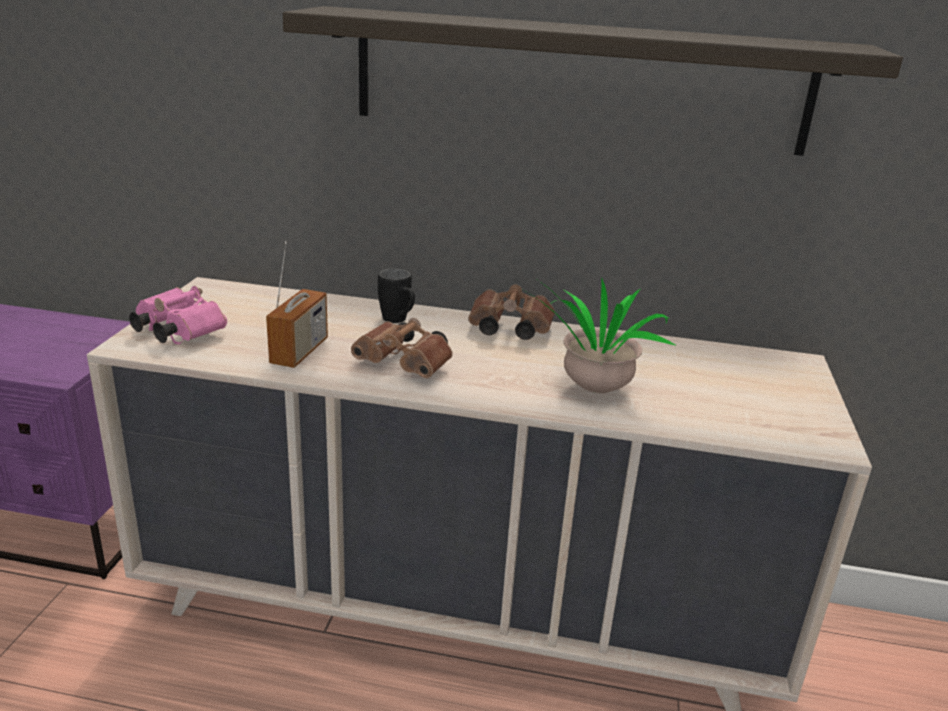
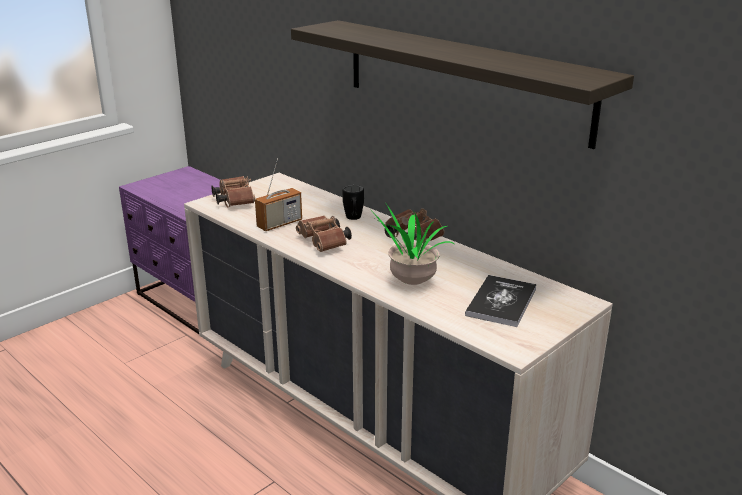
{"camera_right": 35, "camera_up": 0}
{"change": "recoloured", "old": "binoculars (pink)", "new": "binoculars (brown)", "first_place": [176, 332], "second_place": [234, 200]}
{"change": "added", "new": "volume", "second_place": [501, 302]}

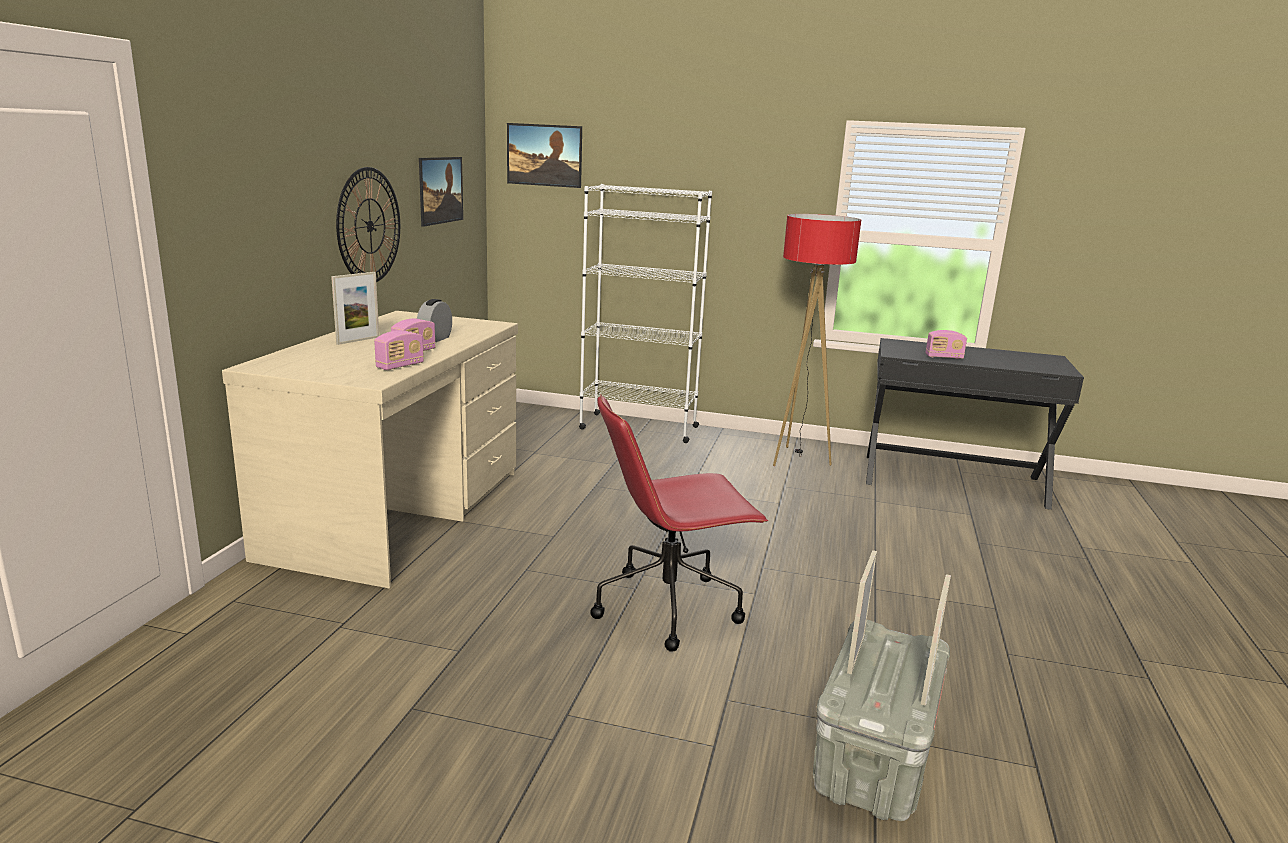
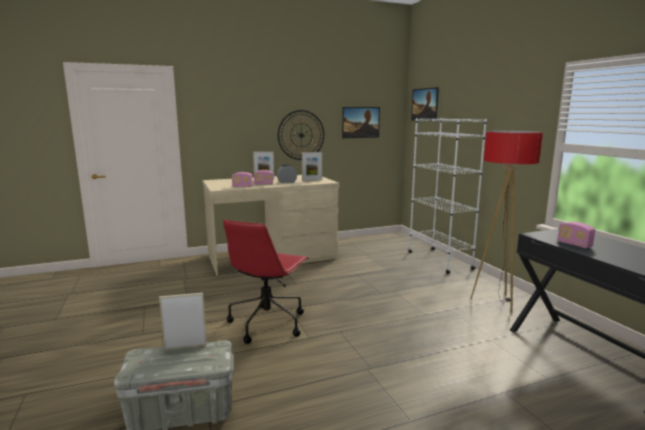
{"camera_right": 55, "camera_up": -5}
{"change": "turned", "old": "desk chair (red)", "first_place": [669, 607], "second_place": [267, 323], "degrees": -105}
{"change": "moved", "old": "standing frame", "first_place": [927, 683], "second_place": [312, 180]}

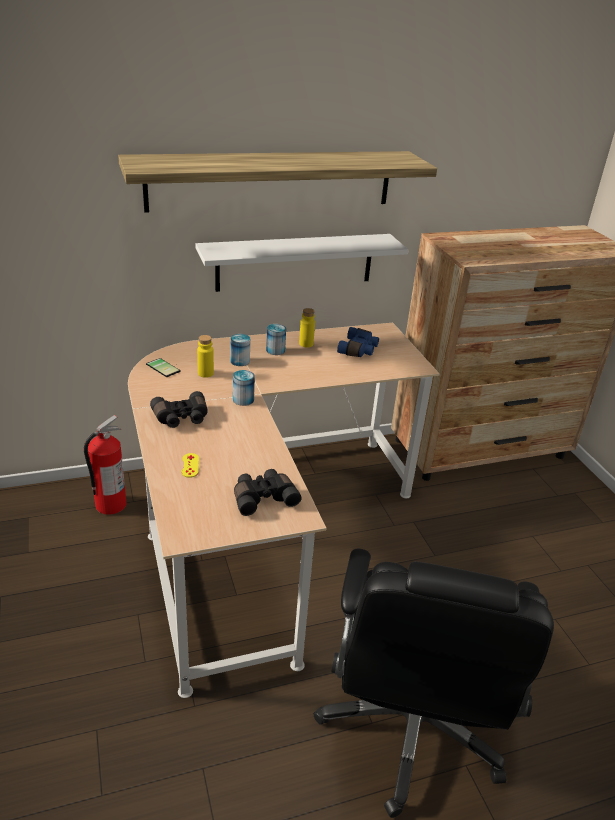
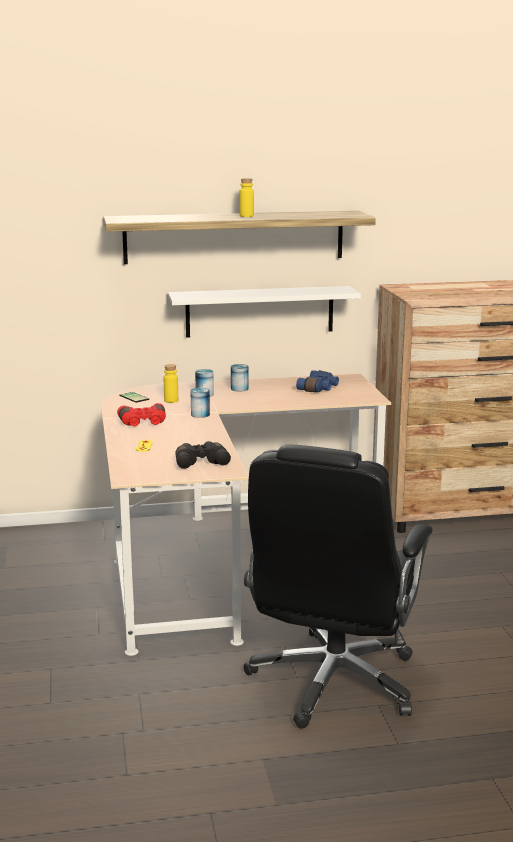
{"camera_right": 10, "camera_up": -15}
{"change": "moved", "old": "bottle (yellowish)", "first_place": [306, 344], "second_place": [246, 216]}
{"change": "recoloured", "old": "binoculars (black-coloured)", "new": "binoculars (red)", "first_place": [181, 418], "second_place": [143, 423]}
{"change": "removed", "old": "fire extinguisher", "first_place": [110, 505]}

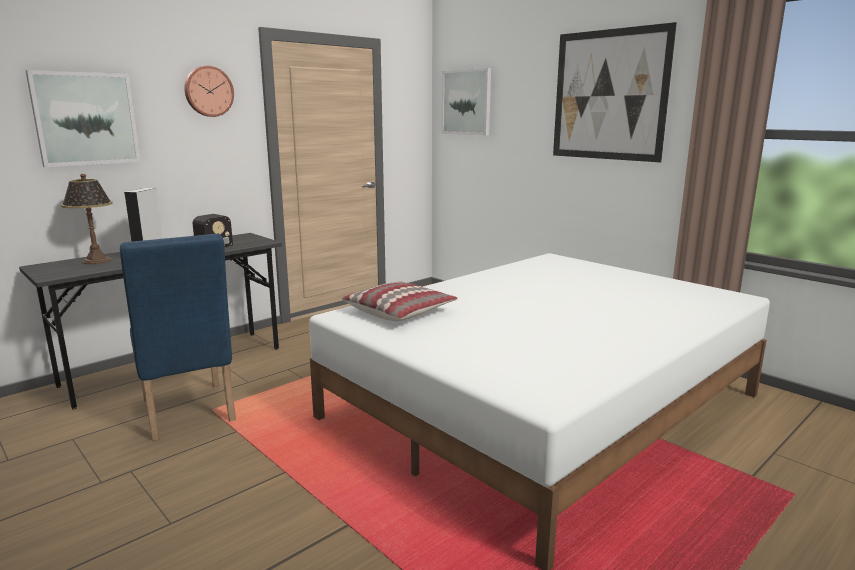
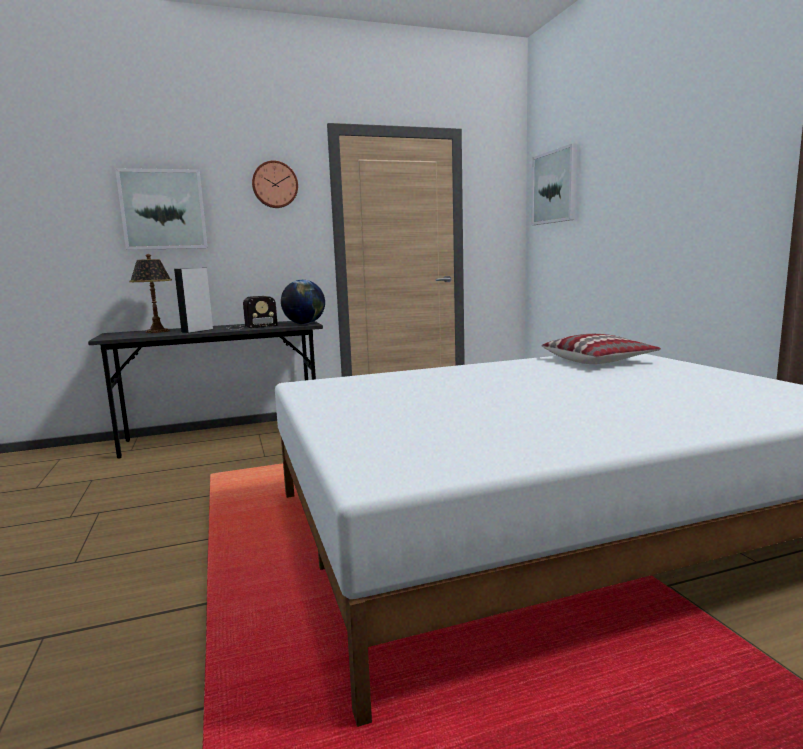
{"camera_right": 25, "camera_up": -5}
{"change": "removed", "old": "picture", "first_place": [609, 95]}
{"change": "removed", "old": "upright chair (bluish)", "first_place": [188, 414]}
{"change": "moved", "old": "throw pillow", "first_place": [400, 311], "second_place": [598, 360]}
{"change": "added", "new": "desk globe", "second_place": [304, 324]}

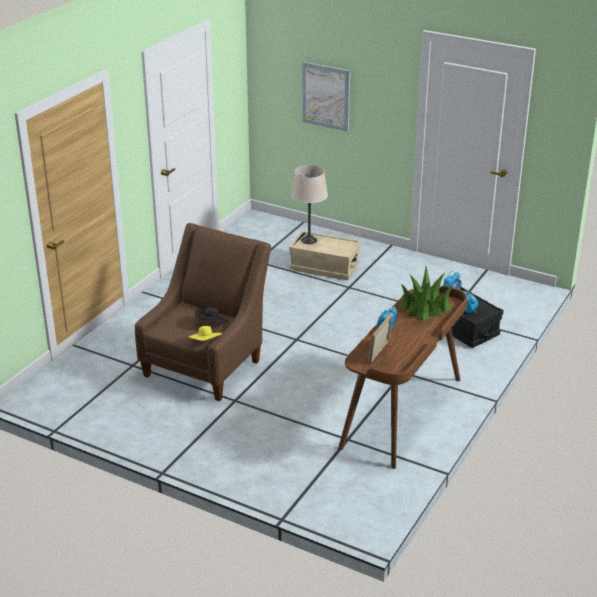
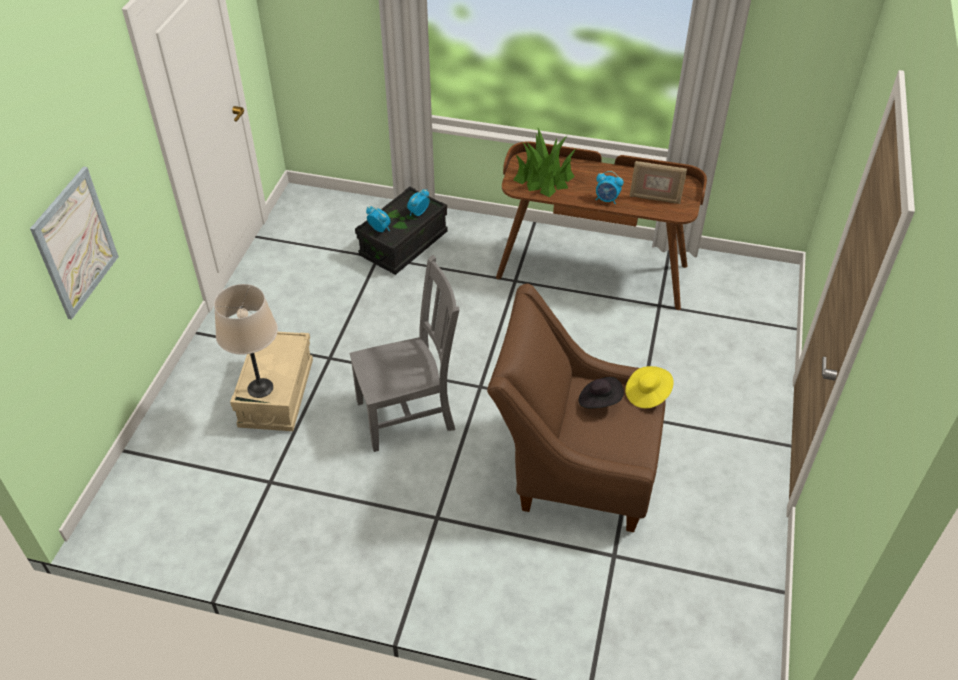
{"camera_right": -105, "camera_up": 15}
{"change": "added", "new": "upright chair (greyish)", "second_place": [409, 414]}

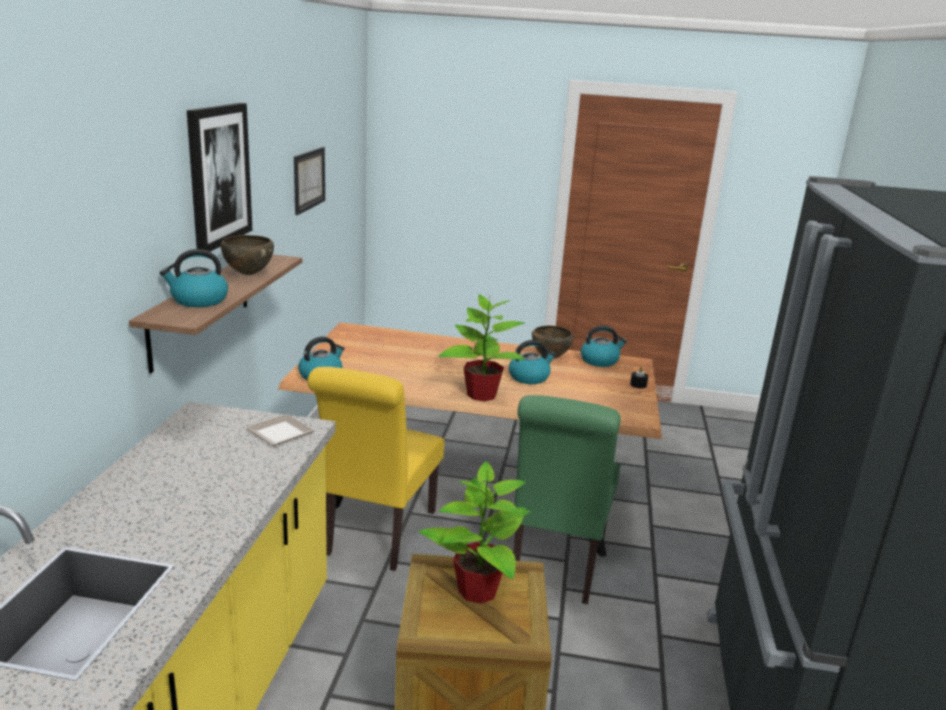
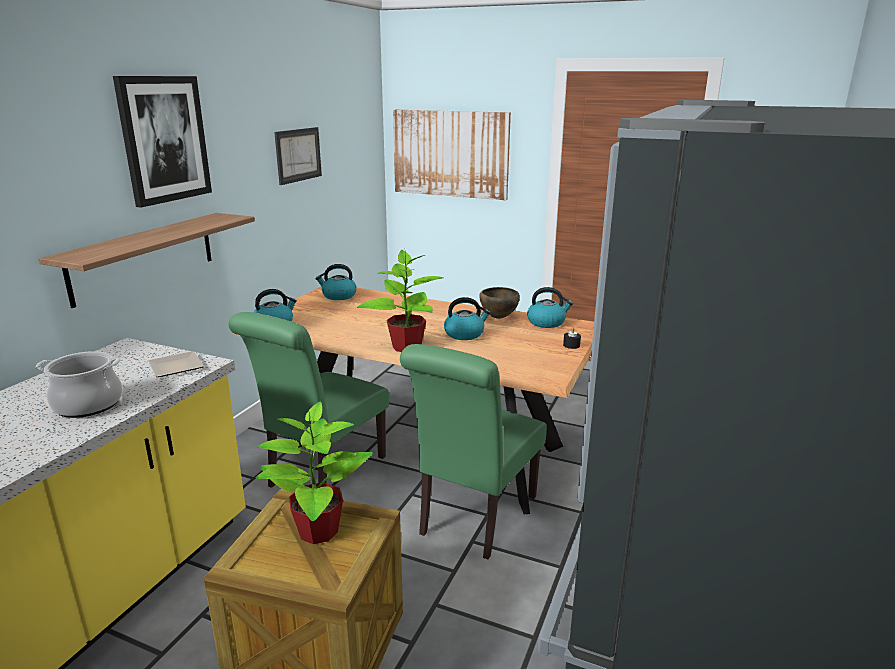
{"camera_right": 15, "camera_up": 0}
{"change": "removed", "old": "deep dish (brown)", "first_place": [248, 274]}
{"change": "moved", "old": "water kettle", "first_place": [198, 300], "second_place": [338, 296]}
{"change": "recoloured", "old": "upright chair (yellowish)", "new": "upright chair (greenish)", "first_place": [377, 536], "second_place": [322, 474]}
{"change": "added", "new": "picture", "second_place": [450, 154]}
{"change": "added", "new": "cooking pot", "second_place": [88, 404]}

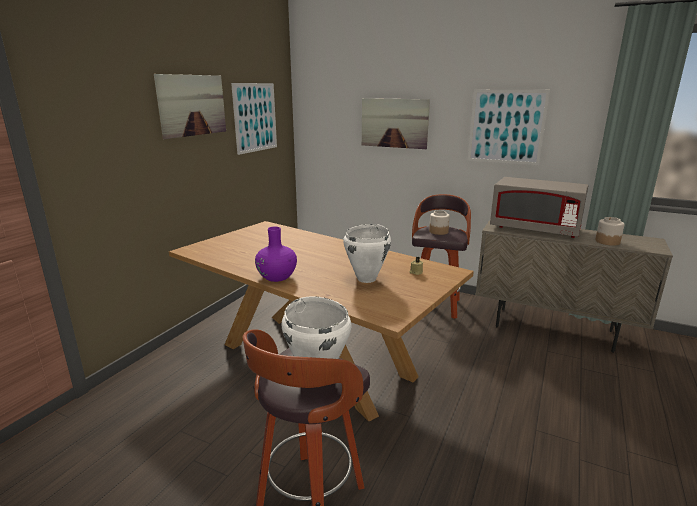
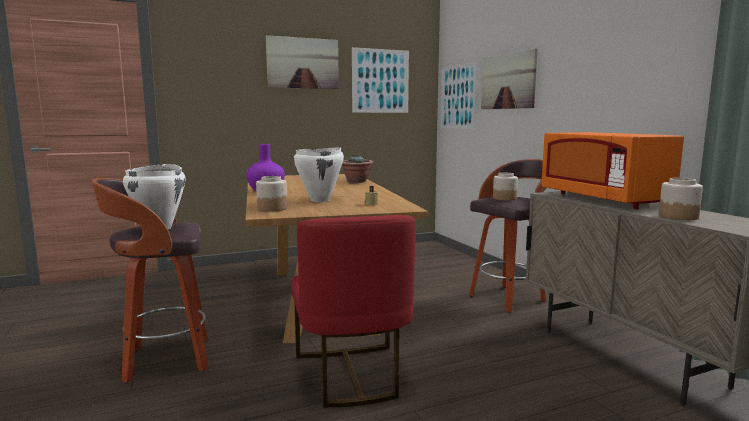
{"camera_right": 40, "camera_up": -10}
{"change": "moved", "old": "picture", "first_place": [506, 127], "second_place": [458, 97]}
{"change": "recoloured", "old": "microwave (greyish)", "new": "microwave (orange-coloured)", "first_place": [535, 229], "second_place": [603, 199]}
{"change": "added", "new": "houseplant", "second_place": [356, 181]}
{"change": "added", "new": "jar", "second_place": [271, 209]}
{"change": "added", "new": "upright chair (red)", "second_place": [351, 375]}

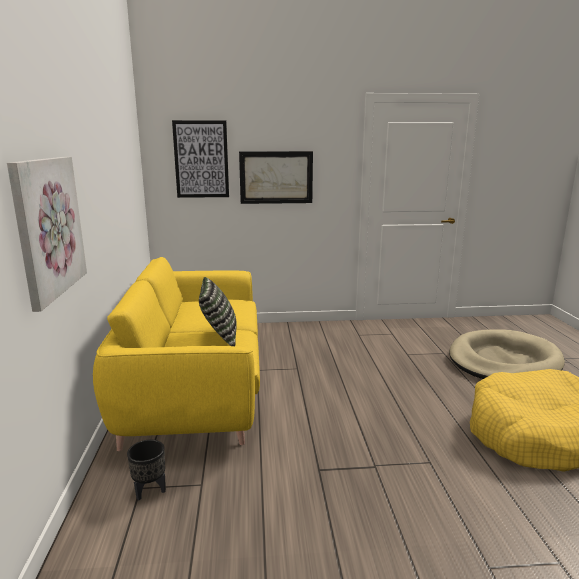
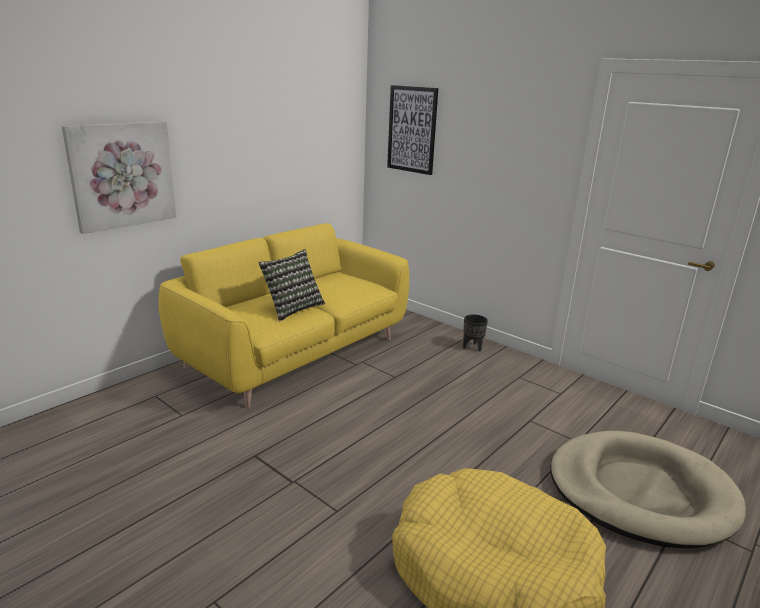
{"camera_right": 45, "camera_up": 5}
{"change": "removed", "old": "picture", "first_place": [276, 177]}
{"change": "moved", "old": "plant pot (black-coloured)", "first_place": [150, 490], "second_place": [473, 347]}

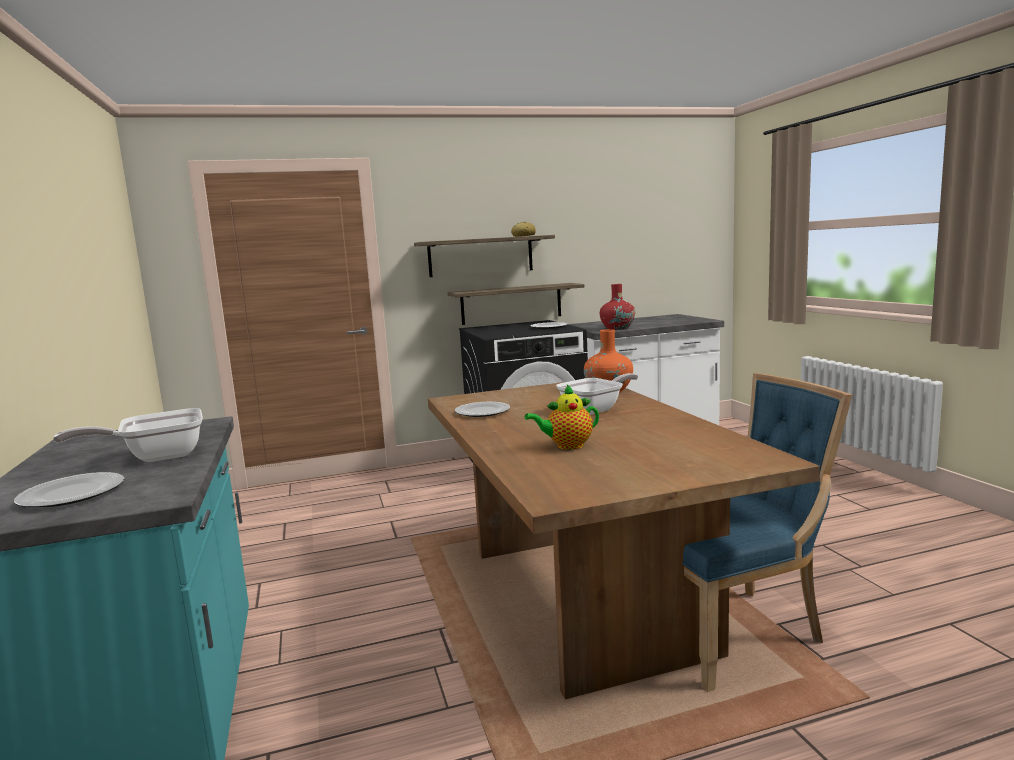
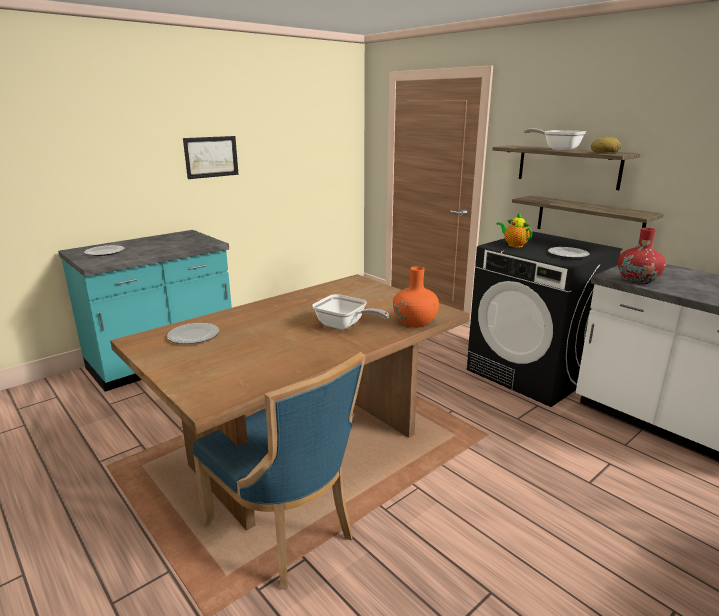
{"camera_right": 65, "camera_up": 10}
{"change": "moved", "old": "pot for tea", "first_place": [567, 446], "second_place": [514, 245]}
{"change": "moved", "old": "dinner plate", "first_place": [483, 411], "second_place": [194, 335]}
{"change": "moved", "old": "skillet", "first_place": [156, 457], "second_place": [558, 149]}
{"change": "added", "new": "picture", "second_place": [211, 157]}

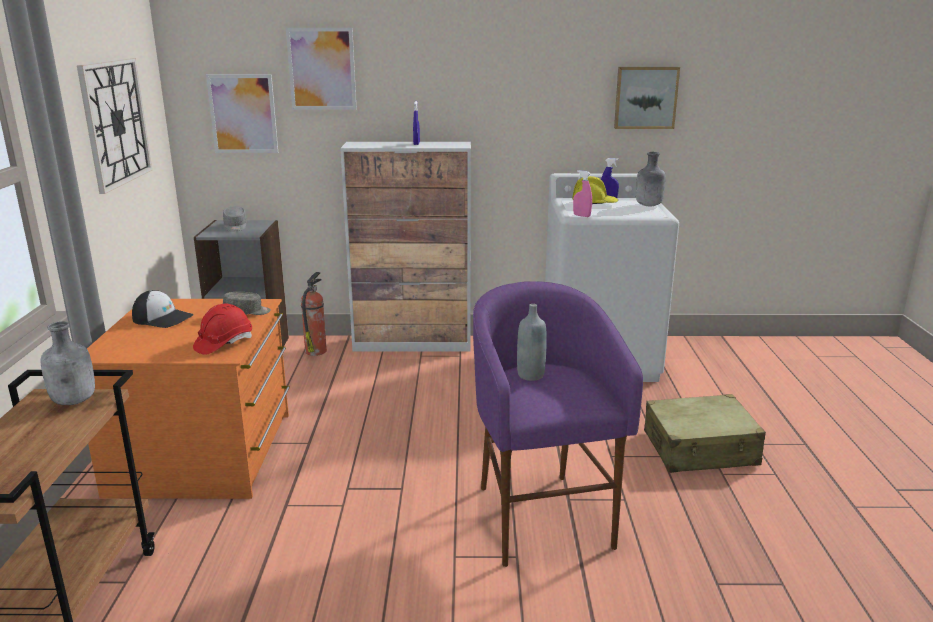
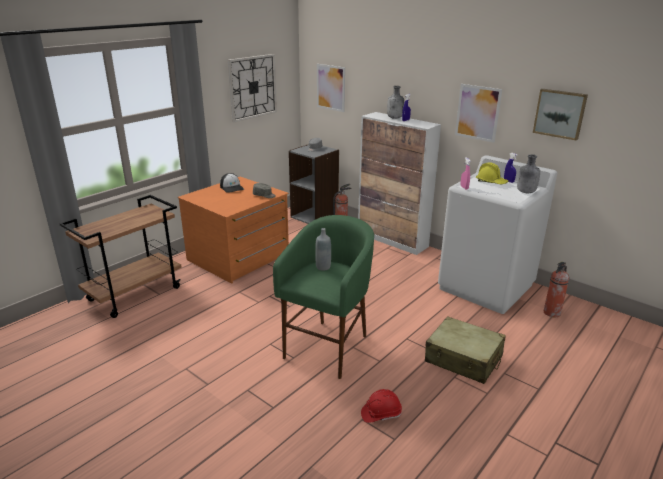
{"camera_right": 40, "camera_up": 5}
{"change": "moved", "old": "picture", "first_place": [322, 69], "second_place": [478, 112]}
{"change": "recoloured", "old": "stool seat (purple-coloured)", "new": "stool seat (greenish)", "first_place": [540, 517], "second_place": [328, 347]}
{"change": "moved", "old": "safety helmet (red)", "first_place": [224, 343], "second_place": [381, 414]}
{"change": "moved", "old": "bottle (greyish)", "first_place": [75, 401], "second_place": [395, 118]}
{"change": "added", "new": "fire extinguisher", "second_place": [551, 313]}

